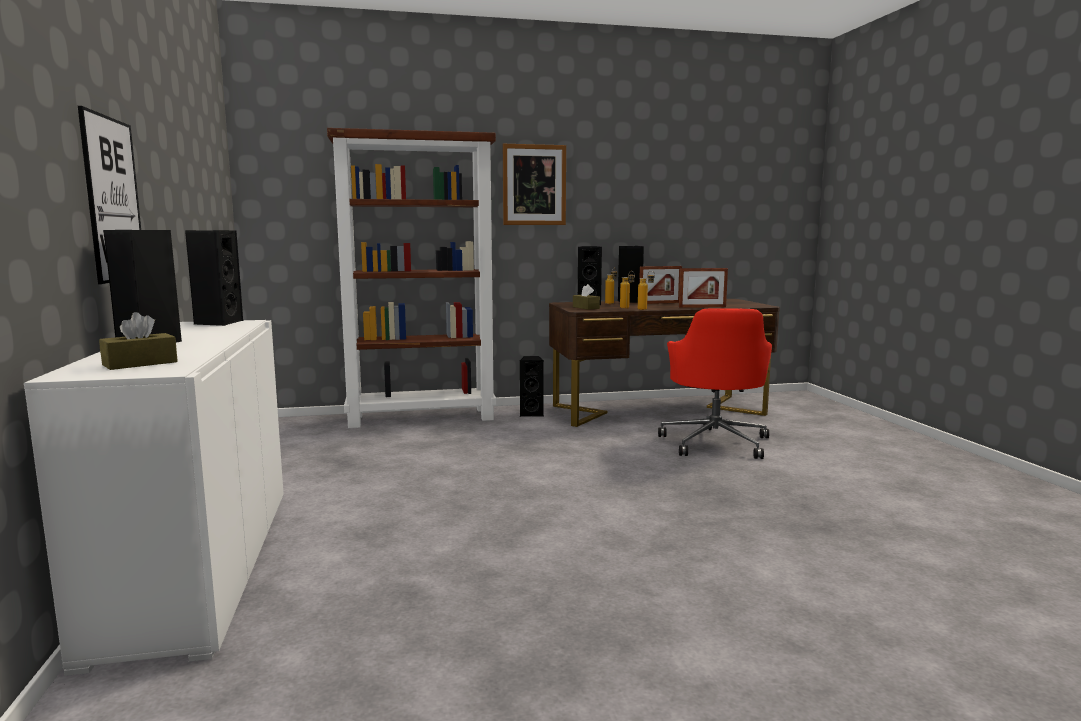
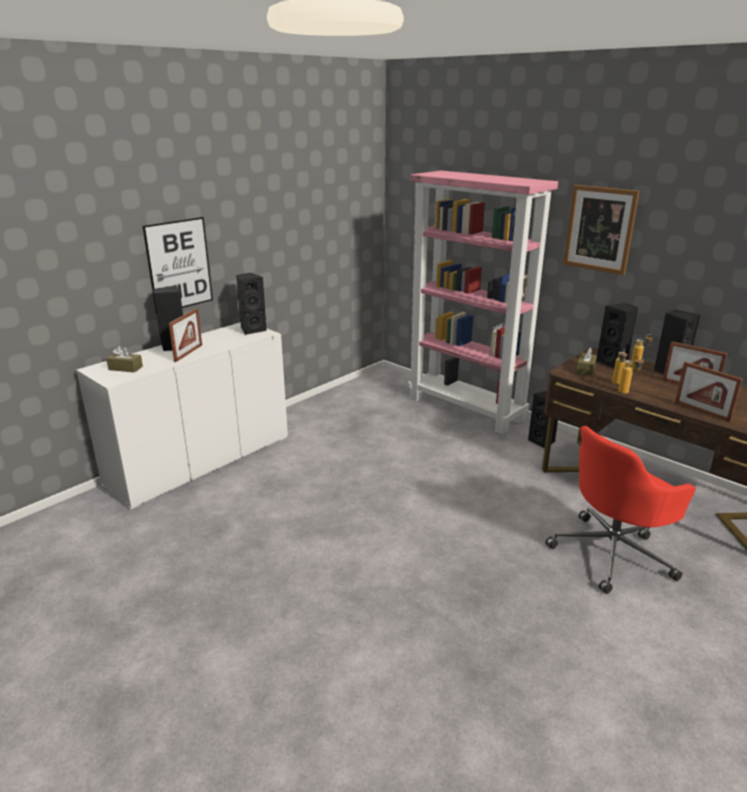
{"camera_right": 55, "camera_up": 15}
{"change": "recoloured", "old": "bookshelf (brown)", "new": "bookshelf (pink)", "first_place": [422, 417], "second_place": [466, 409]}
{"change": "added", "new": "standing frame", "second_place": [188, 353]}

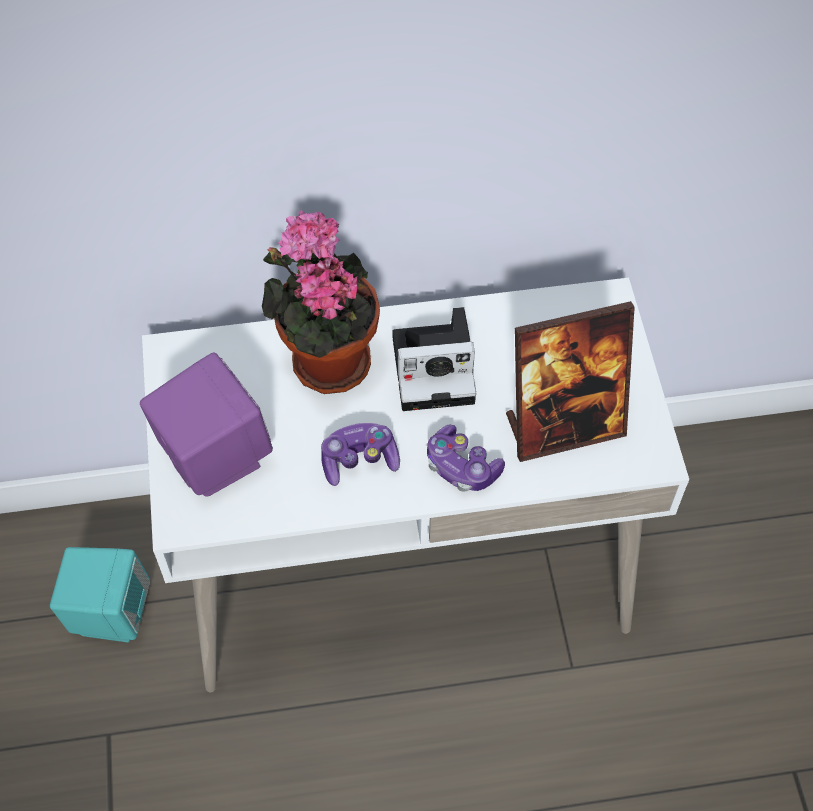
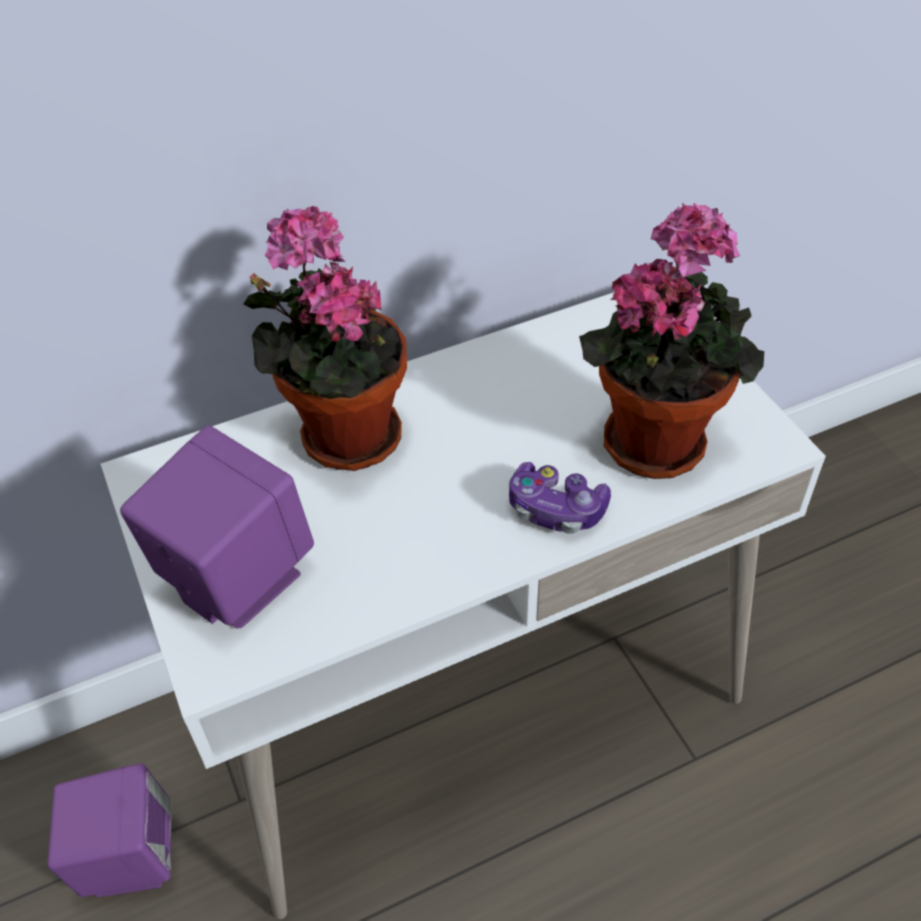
{"camera_right": -15, "camera_up": -10}
{"change": "replaced", "old": "standing frame", "new": "houseplant", "first_place": [564, 426], "second_place": [656, 436]}
{"change": "removed", "old": "photo camera", "first_place": [437, 368]}
{"change": "removed", "old": "joypad", "first_place": [359, 460]}
{"change": "recoloured", "old": "loudspeaker (turquoise)", "new": "loudspeaker (purple-coloured)", "first_place": [110, 612], "second_place": [128, 856]}

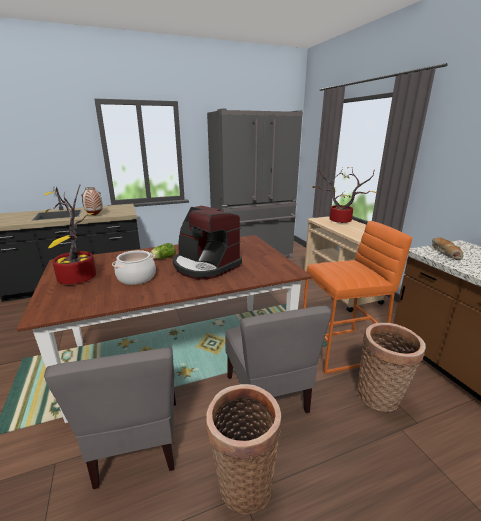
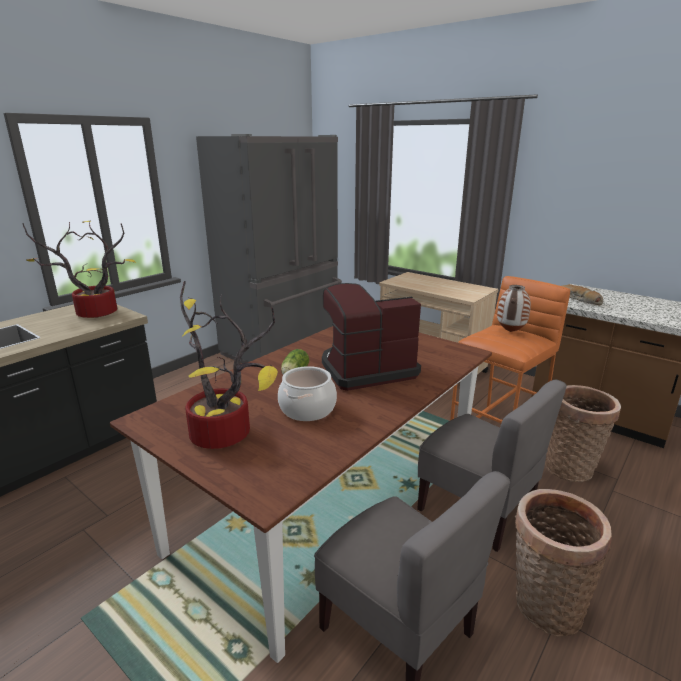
{"camera_right": -30, "camera_up": 0}
{"change": "moved", "old": "houseplant", "first_place": [338, 221], "second_place": [93, 314]}
{"change": "moved", "old": "vase", "first_place": [94, 215], "second_place": [511, 332]}
{"change": "turned", "old": "coffee maker", "first_place": [205, 266], "second_place": [366, 369], "degrees": 150}

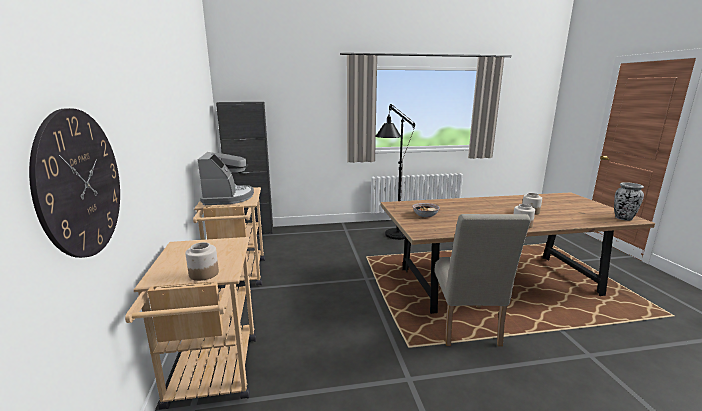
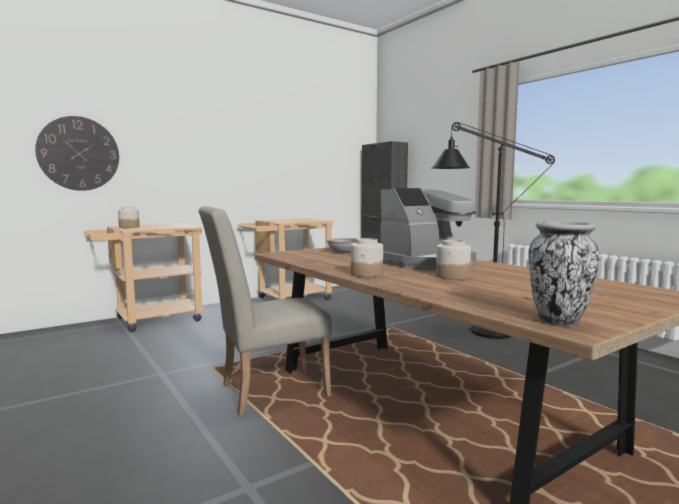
{"camera_right": 65, "camera_up": -10}
{"change": "moved", "old": "coffee maker", "first_place": [228, 197], "second_place": [428, 262]}

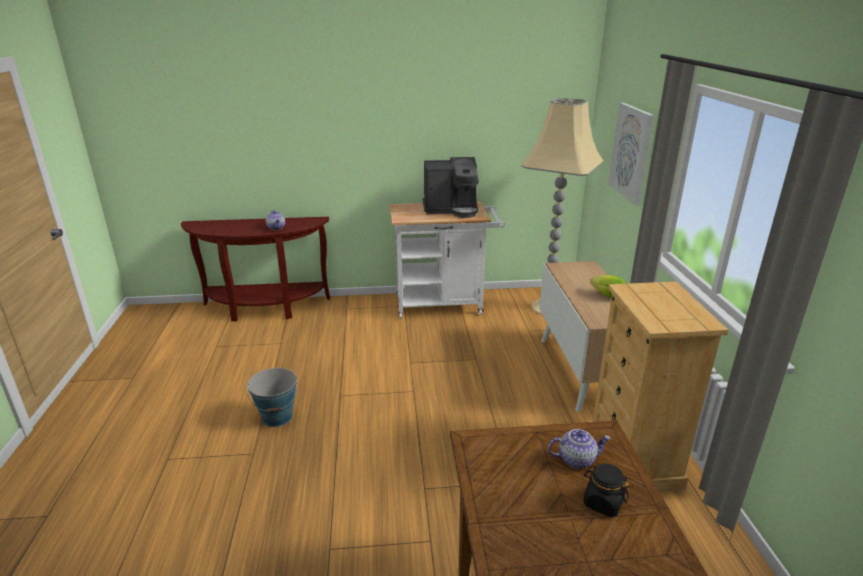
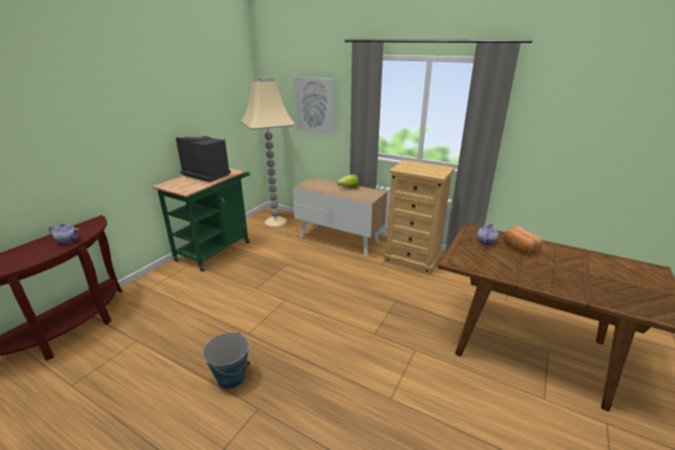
{"camera_right": -55, "camera_up": 0}
{"change": "turned", "old": "coffee maker", "first_place": [451, 209], "second_place": [206, 174], "degrees": -90}
{"change": "recoloured", "old": "trolley (white-coloured)", "new": "trolley (greenish)", "first_place": [444, 304], "second_place": [216, 249]}
{"change": "replaced", "old": "jar (black-coloured)", "new": "baked bread", "first_place": [602, 503], "second_place": [518, 248]}

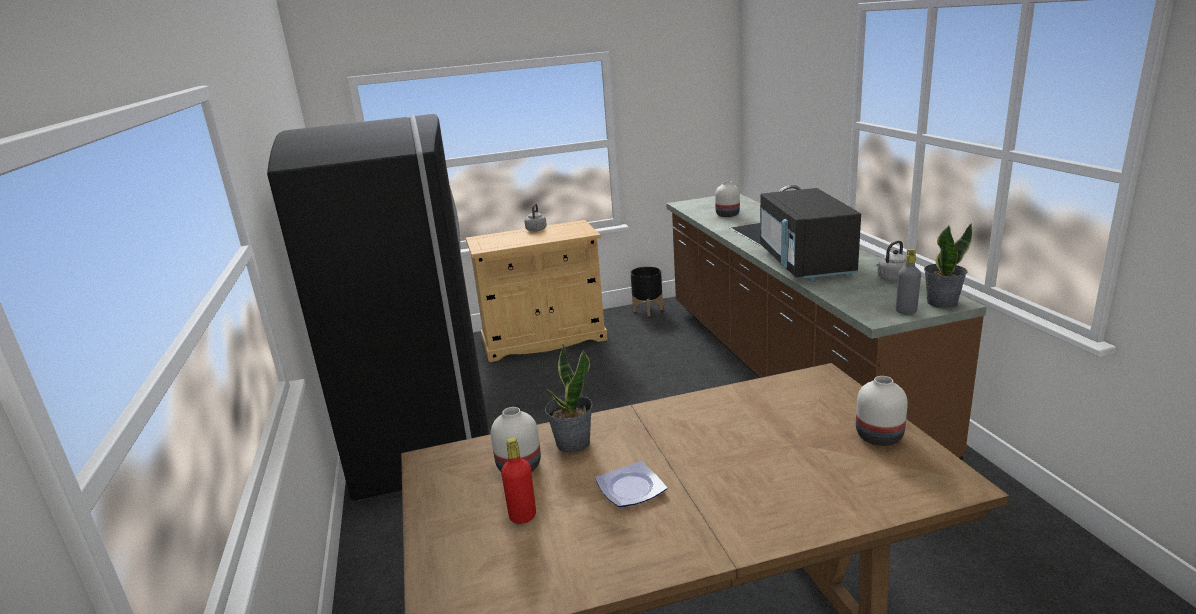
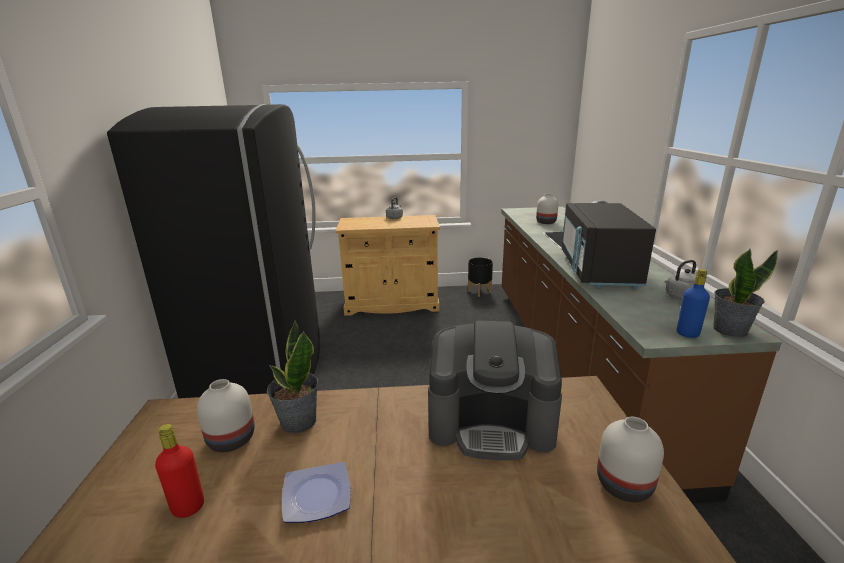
{"camera_right": 10, "camera_up": 0}
{"change": "recoloured", "old": "bottle (greyish)", "new": "bottle (bluish)", "first_place": [906, 311], "second_place": [687, 334]}
{"change": "added", "new": "coffee maker", "second_place": [491, 422]}

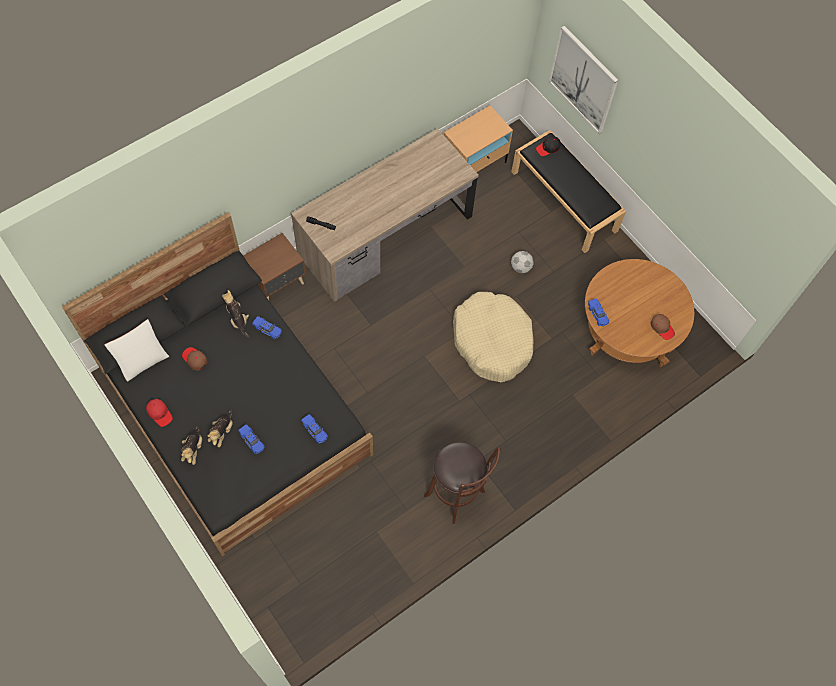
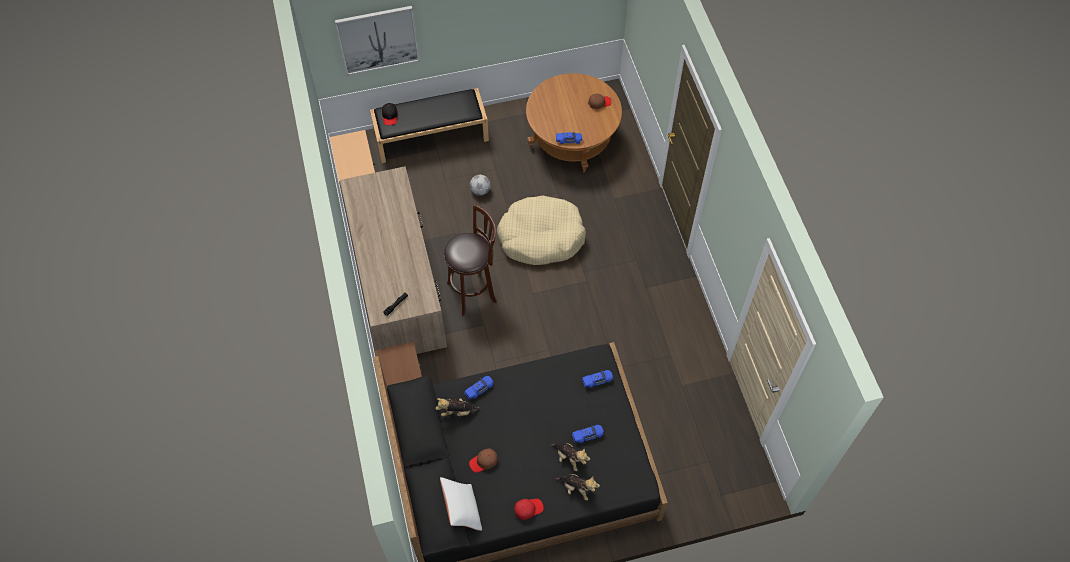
{"camera_right": -65, "camera_up": -5}
{"change": "moved", "old": "stool seat (brown)", "first_place": [457, 496], "second_place": [474, 291]}

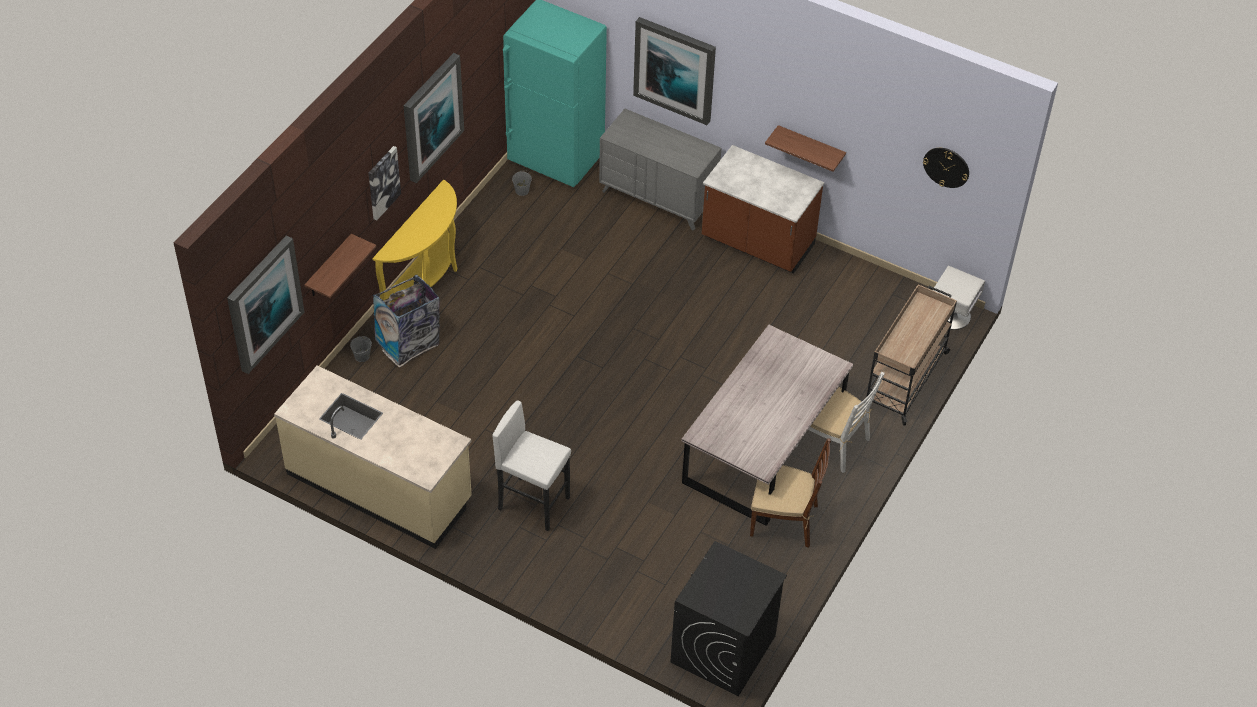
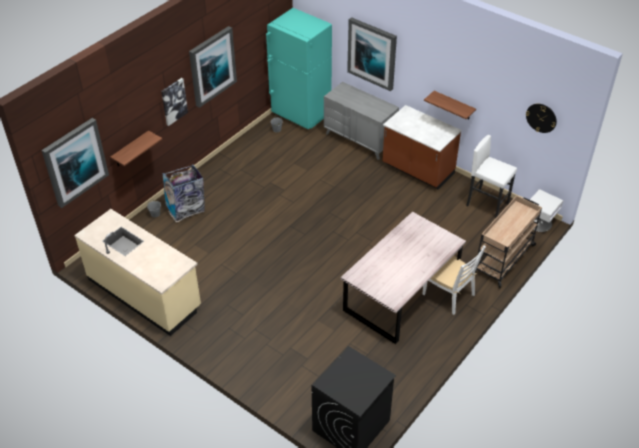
{"camera_right": 10, "camera_up": -5}
{"change": "removed", "old": "console table (yellowish)", "first_place": [427, 279]}
{"change": "moved", "old": "stool seat (white-coloured)", "first_place": [534, 503], "second_place": [487, 204]}
{"change": "removed", "old": "upright chair (brown)", "first_place": [784, 520]}

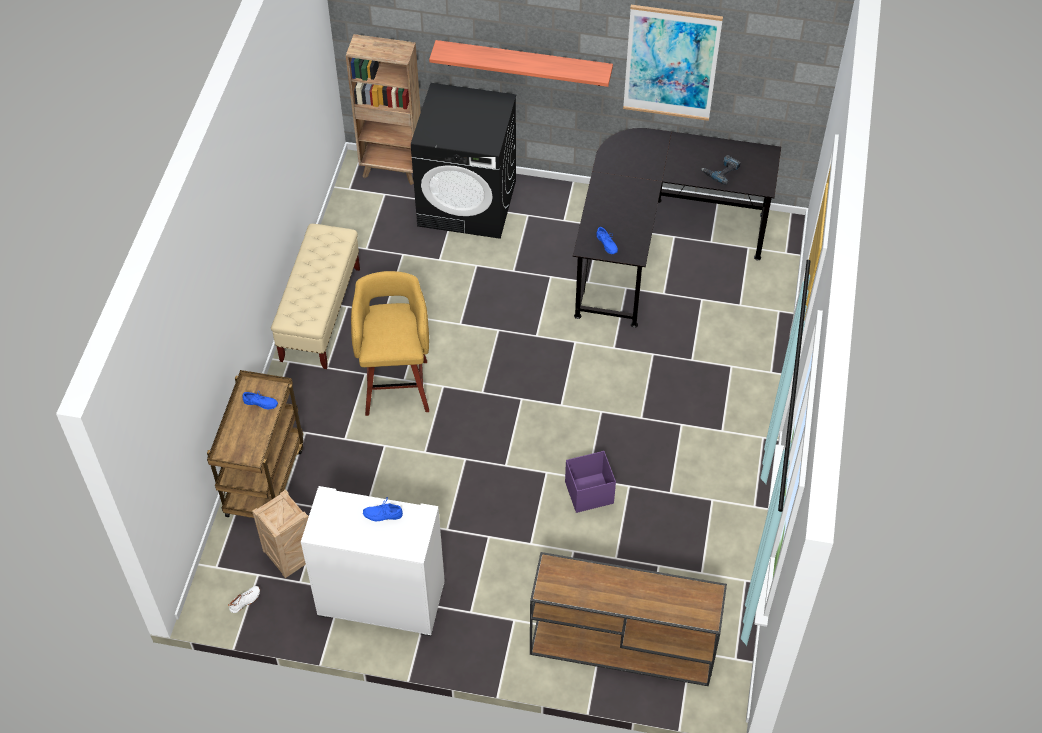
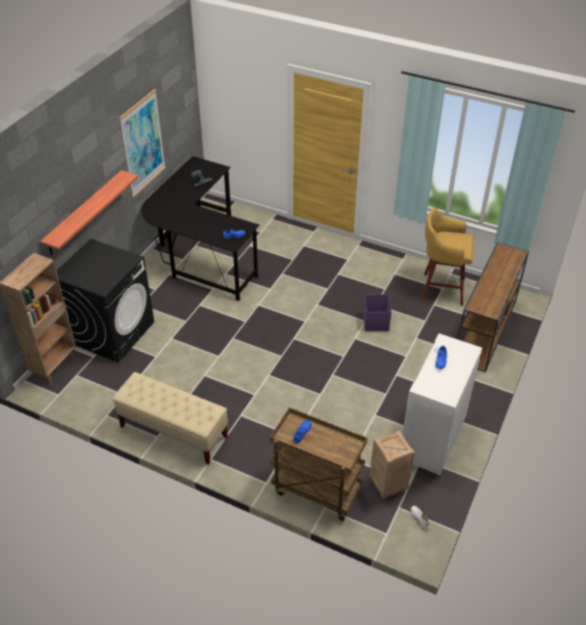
{"camera_right": -75, "camera_up": -10}
{"change": "moved", "old": "stool seat (yellowish)", "first_place": [396, 385], "second_place": [441, 289]}

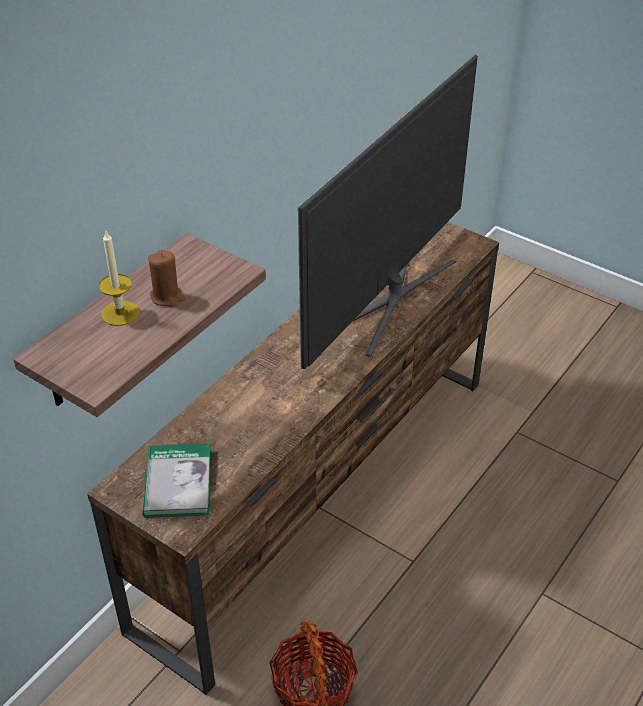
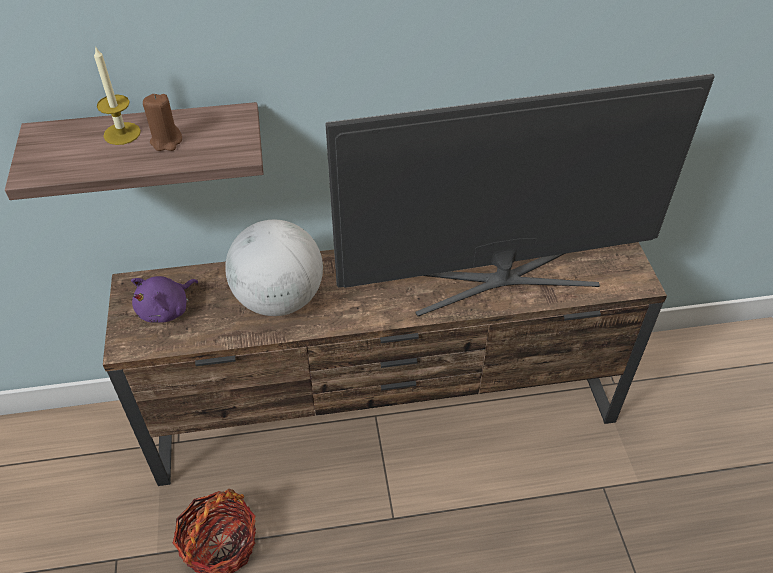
{"camera_right": 45, "camera_up": 5}
{"change": "replaced", "old": "volume", "new": "cuddly toy (purple-coloured)", "first_place": [178, 483], "second_place": [166, 309]}
{"change": "added", "new": "desk globe", "second_place": [279, 299]}

